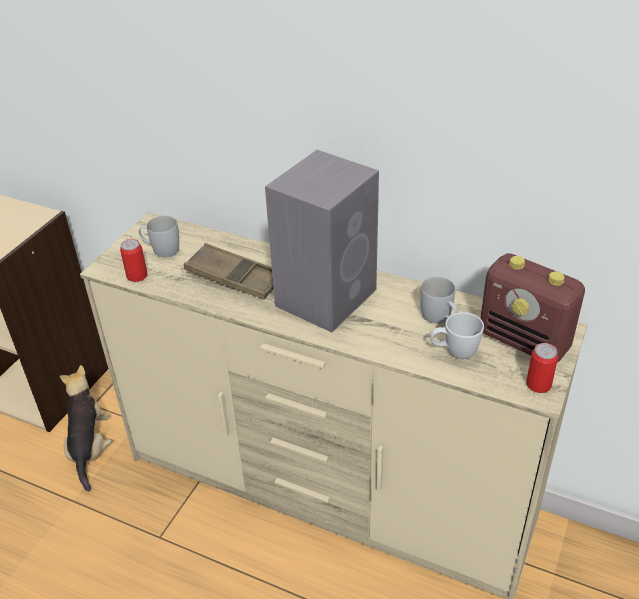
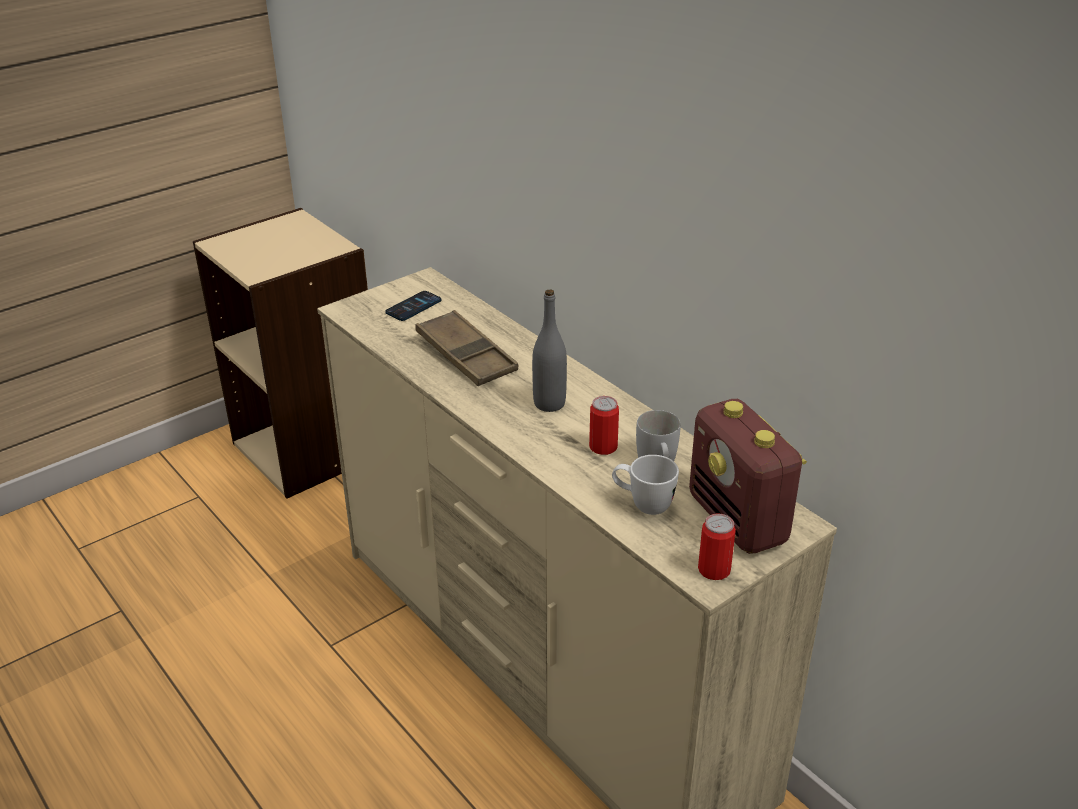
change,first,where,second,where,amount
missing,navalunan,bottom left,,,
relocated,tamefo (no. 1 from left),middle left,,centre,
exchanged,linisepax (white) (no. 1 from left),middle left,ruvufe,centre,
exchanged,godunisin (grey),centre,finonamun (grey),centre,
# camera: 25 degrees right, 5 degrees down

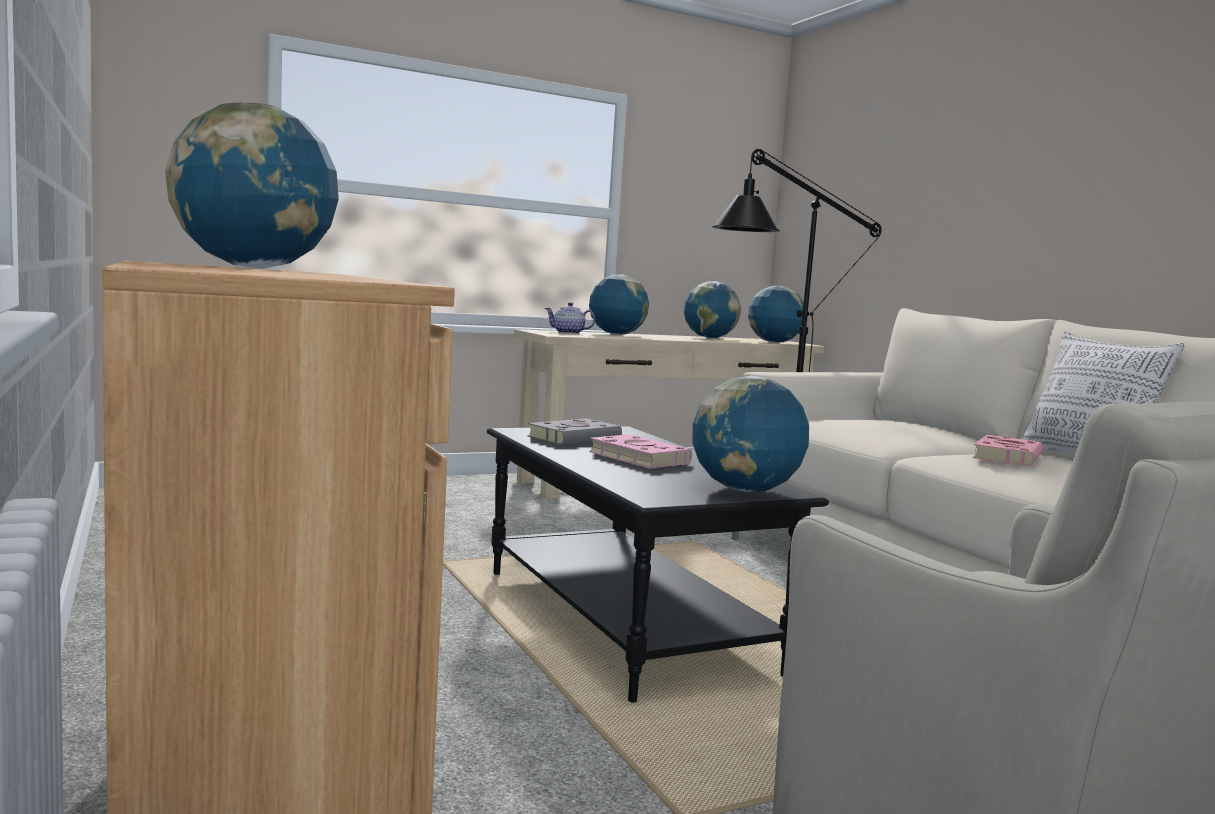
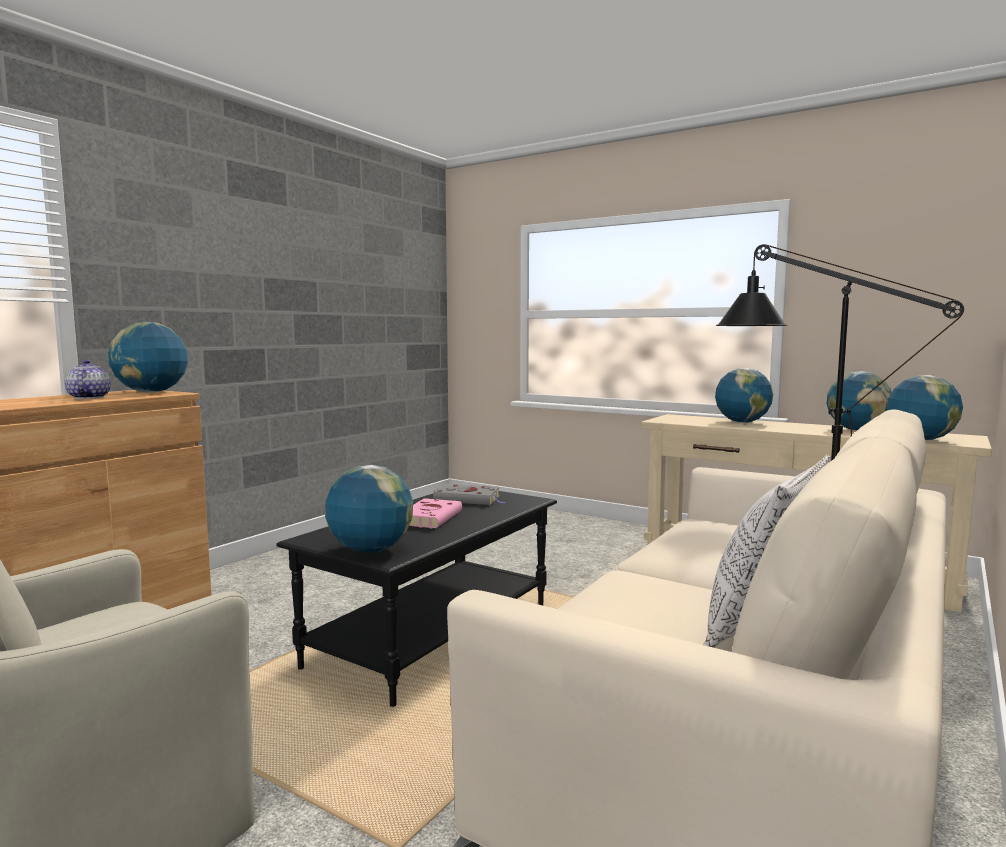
change,first,where,second,where,amount
relocated,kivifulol,centre,,middle left,
missing,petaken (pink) (no. 2 from left),middle right,,,
# camera: 60 degrees right, 0 degrees up

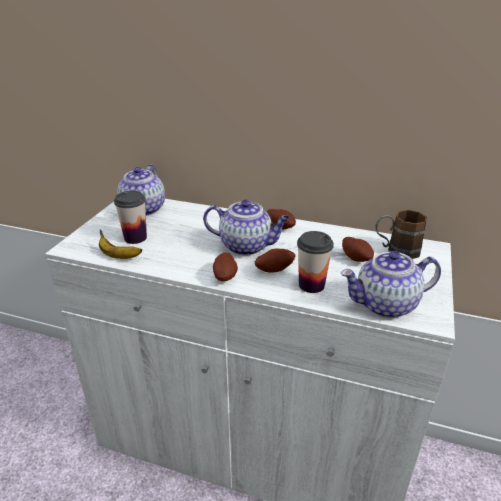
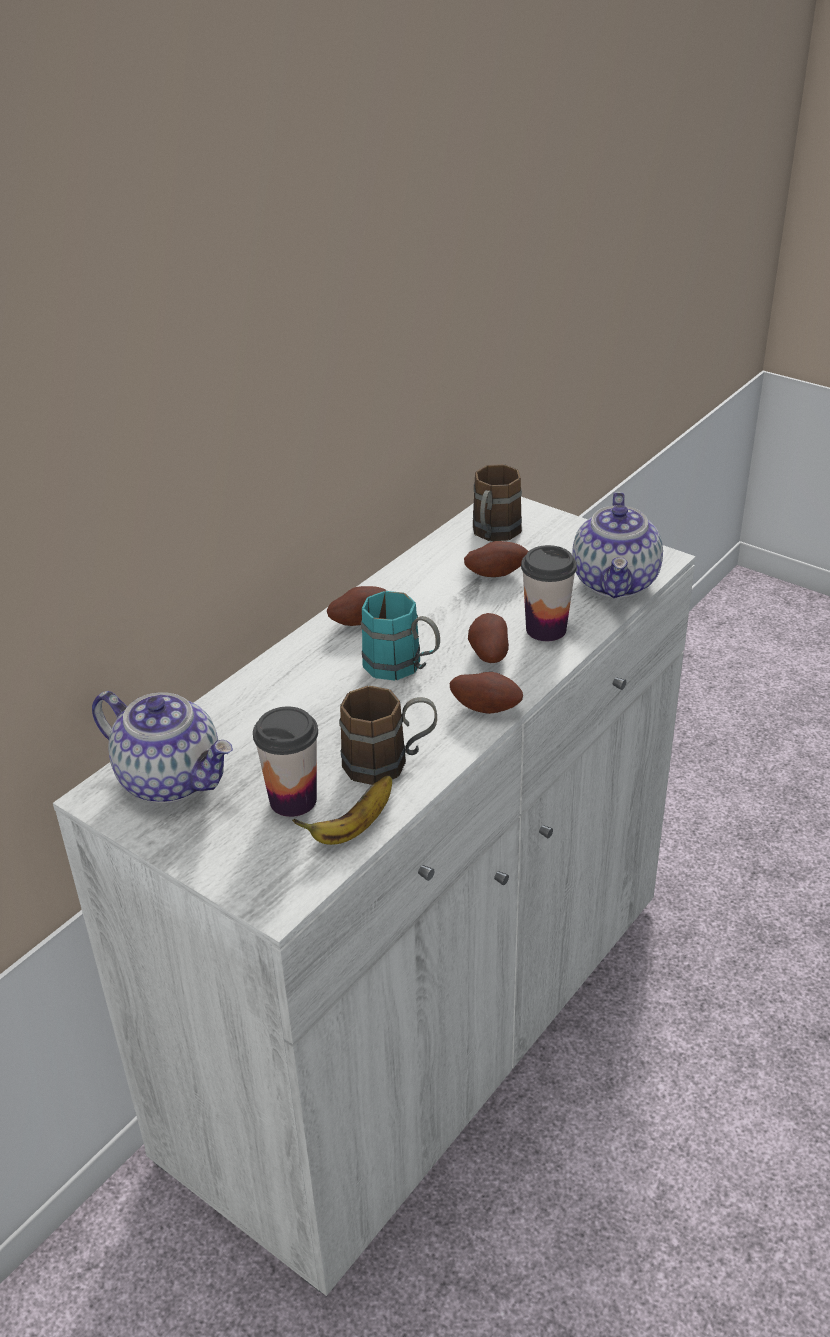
change,first,where,second,where,amount
exchanged,kivifulol (no. 2 from left),centre,linisepax (turquoise),centre,
appeared,,,linisepax (brown) (no. 1 from left),centre,
# camera: 70 degrees left, 5 degrees up

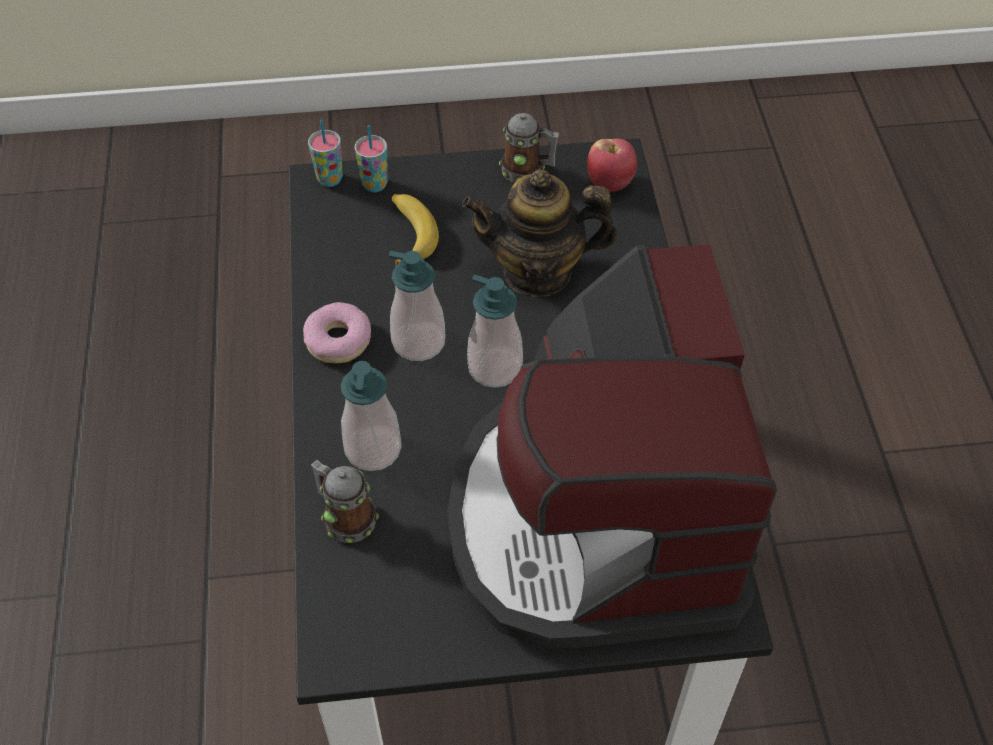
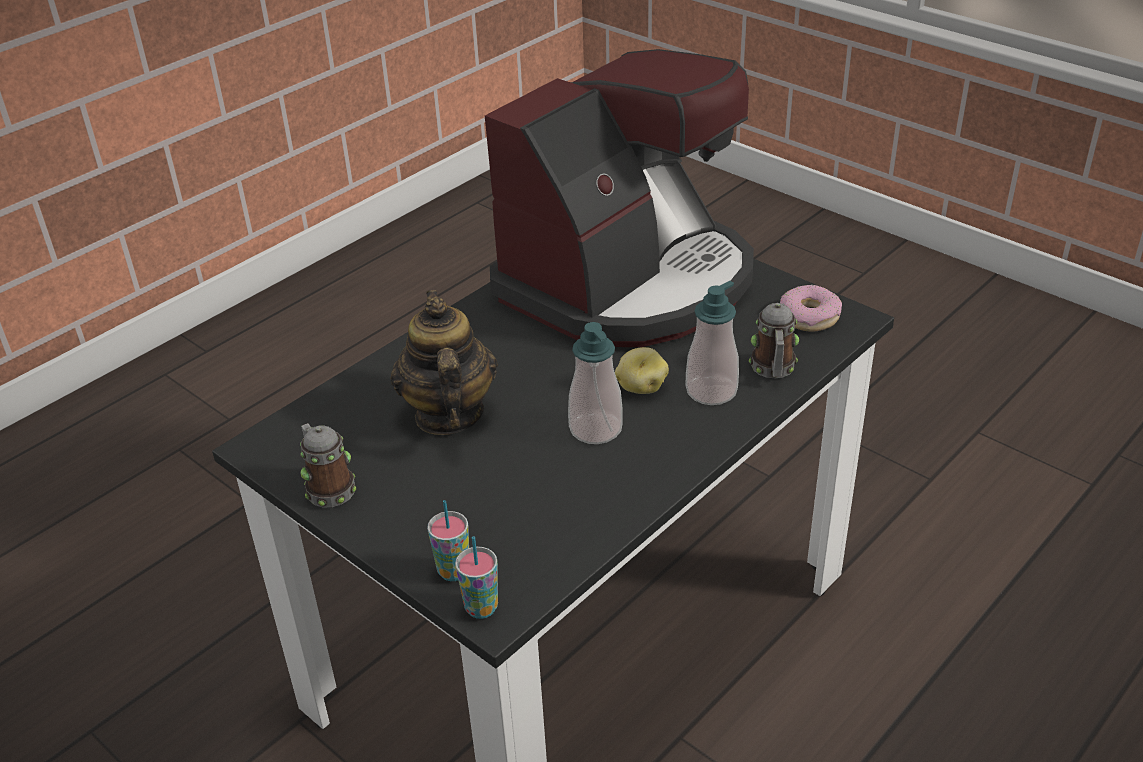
change,first,where,second,where,amount
relocated,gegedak,centre,,middle right,
missing,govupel,top centre,,,
spun,kivifulol,top centre,,centre,150 degrees counterclockwise
missing,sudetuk (no. 3 from left),centre,,,
missing,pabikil,top centre,,,
appeared,,,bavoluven,centre,
# camera: 130 degrees left, 15 degrees down

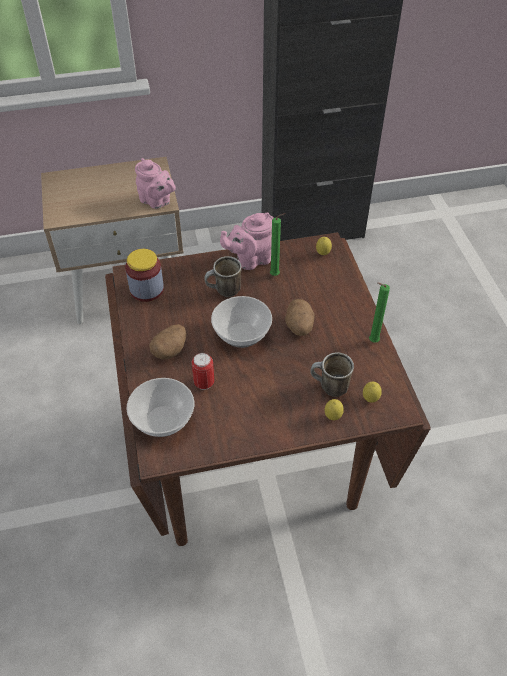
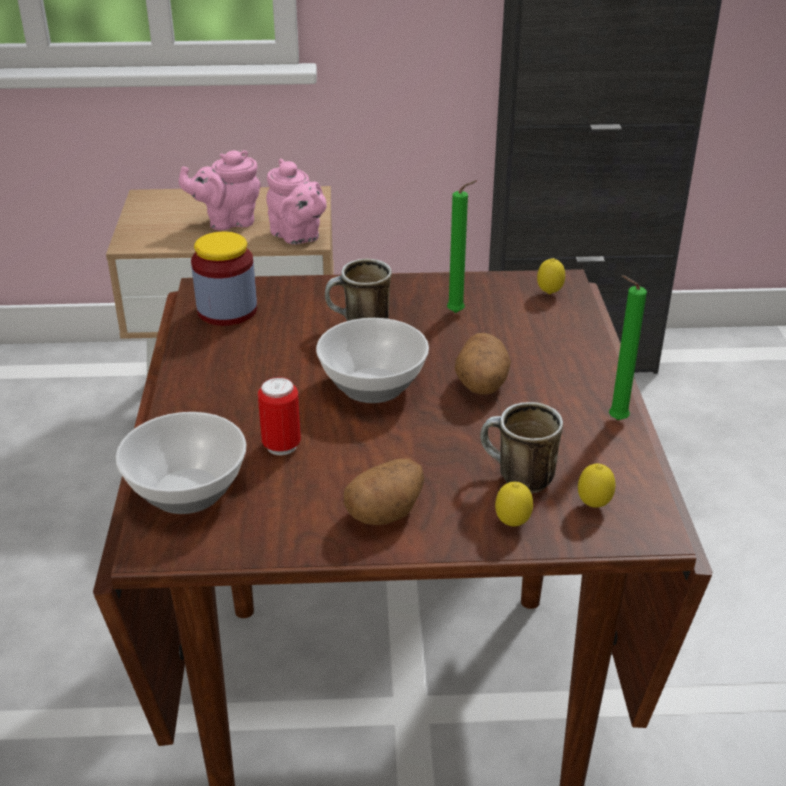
change,first,where,second,where,amount
relocated,bavoluven (no. 1 from left),middle left,,centre,
relocated,kivifulol (pink) (no. 2 from left in the first image),centre,kivifulol (pink) (no. 1 from left),top left,
# camera: 10 degrees right, 15 degrees down

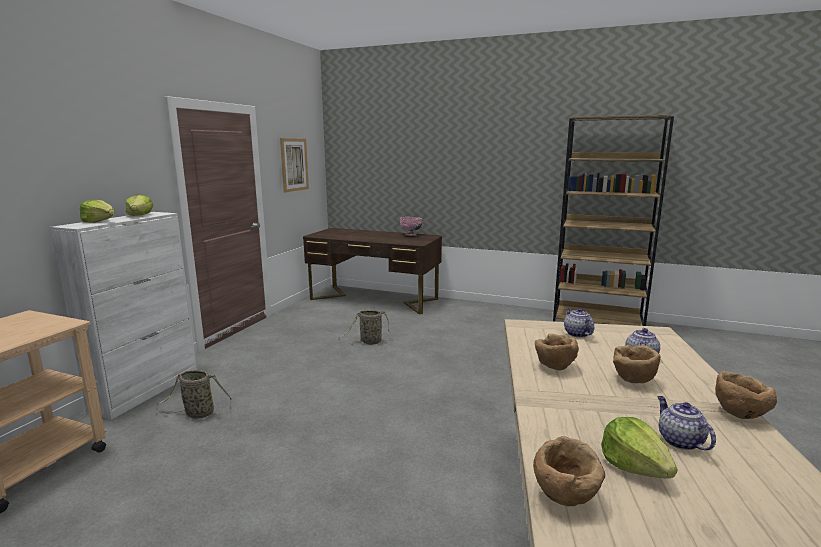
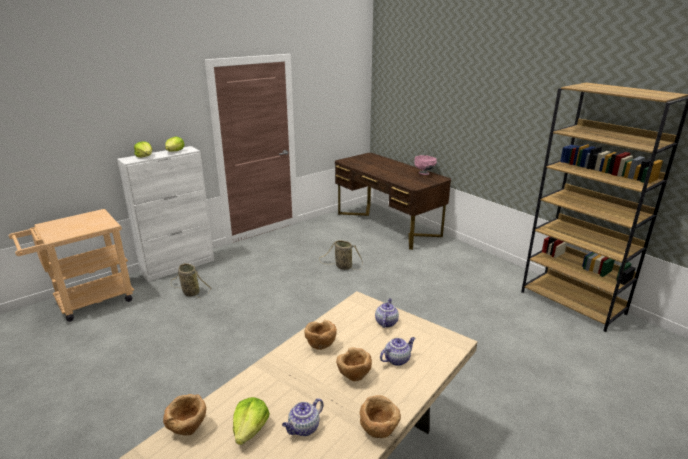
change,first,where,second,where,amount
missing,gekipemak,top centre,,,
spun,kivifulol (no. 3 from left in the first image),bottom right,kivifulol (no. 1 from left),bottom centre,150 degrees counterclockwise
# camera: 30 degrees right, 10 degrees up

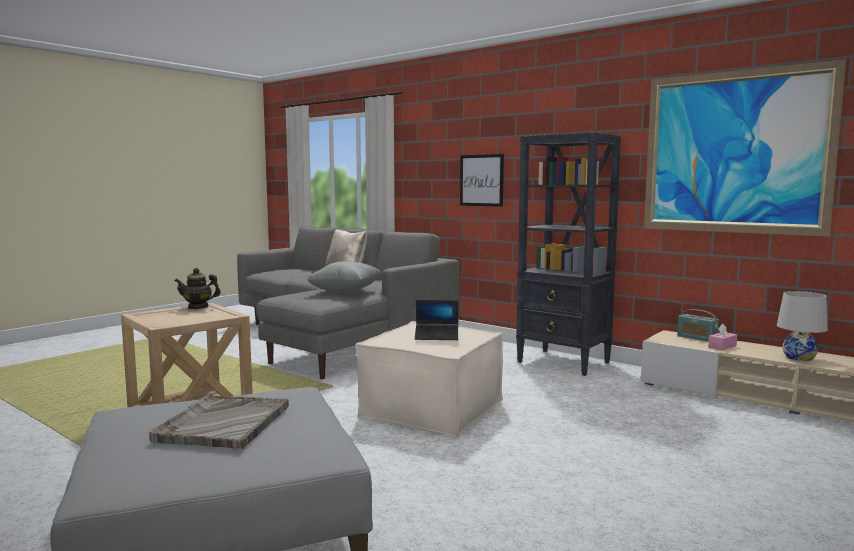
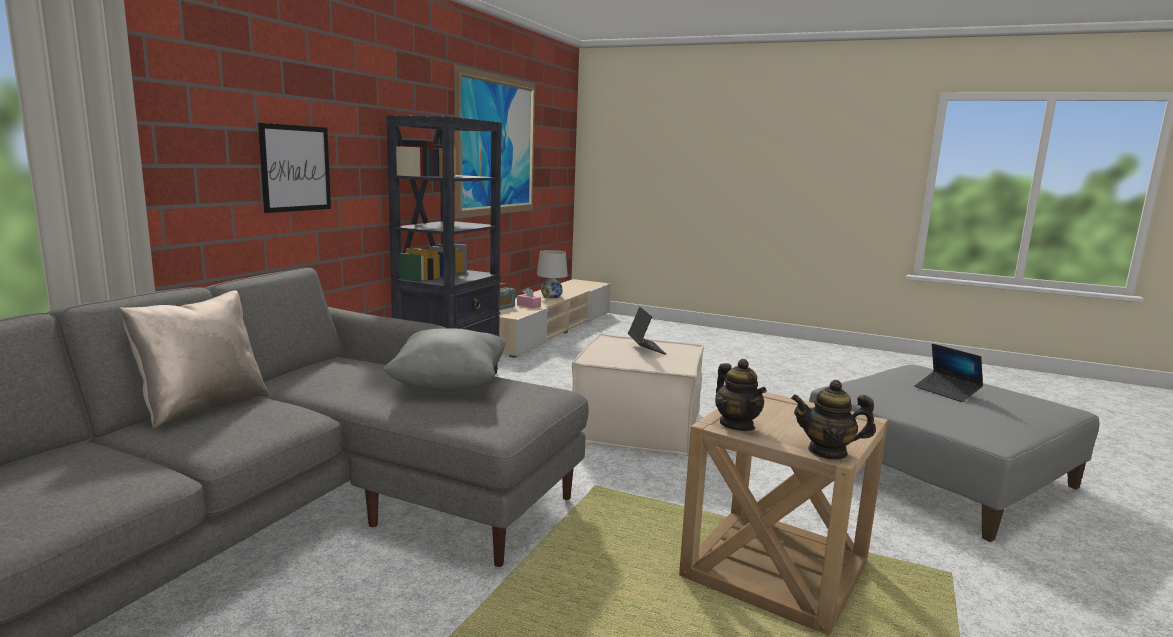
change,first,where,second,where,amount
exchanged,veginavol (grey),bottom left,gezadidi (no. 2 from left),middle right,
appeared,,,kivifulol (no. 2 from left),middle right,
# camera: 105 degrees left, 5 degrees up

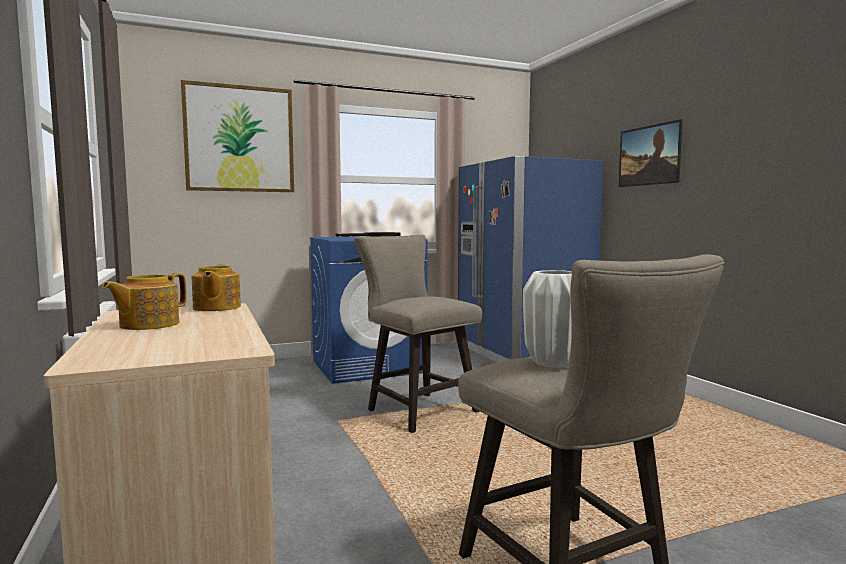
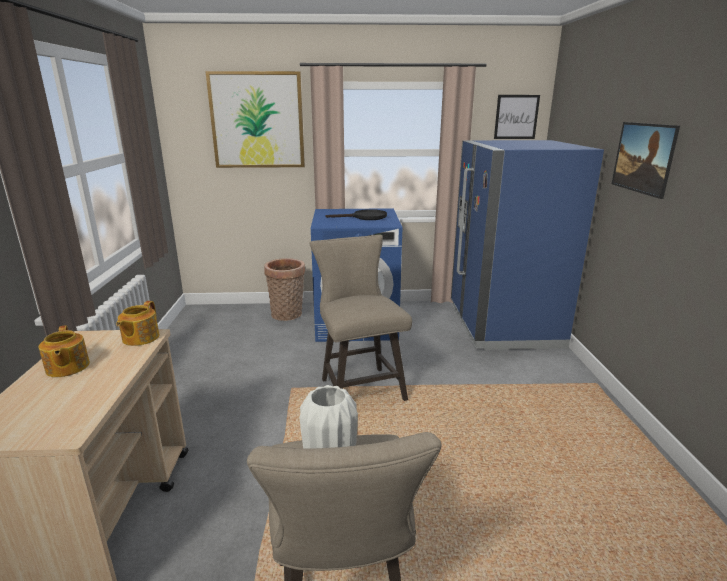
change,first,where,second,where,amount
spun,kivifulol (no. 1 from left),middle left,,middle left,75 degrees counterclockwise
appeared,,,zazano,centre,
appeared,,,gekipemak (no. 2 from left),top right,
# camera: 20 degrees right, 15 degrees up

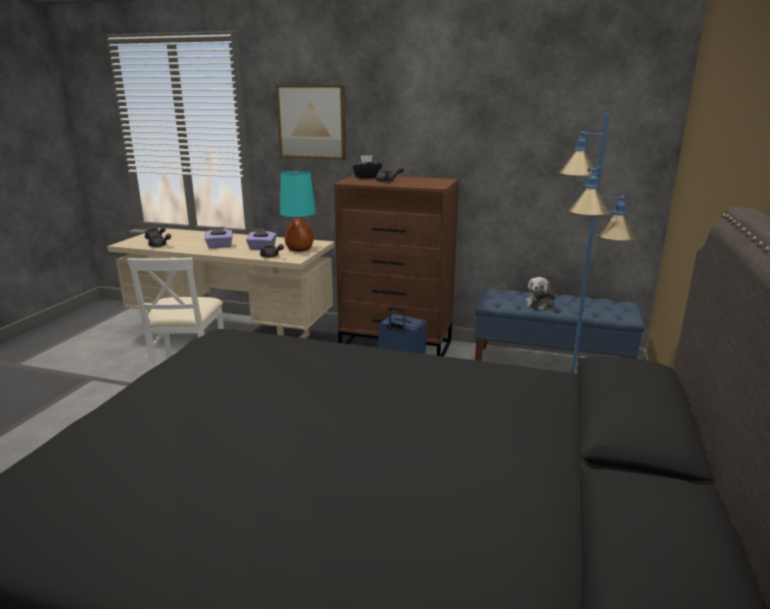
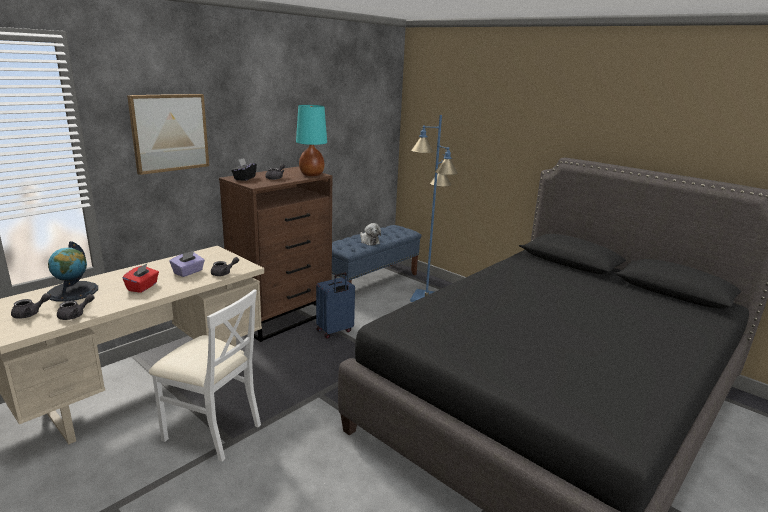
change,first,where,second,where,amount
colour,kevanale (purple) (no. 1 from left),middle left,kevanale (red),middle left,
relocated,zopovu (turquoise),centre,,top centre,
appeared,,,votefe,middle left,
# camera: 65 degrees left, 0 degrees up

